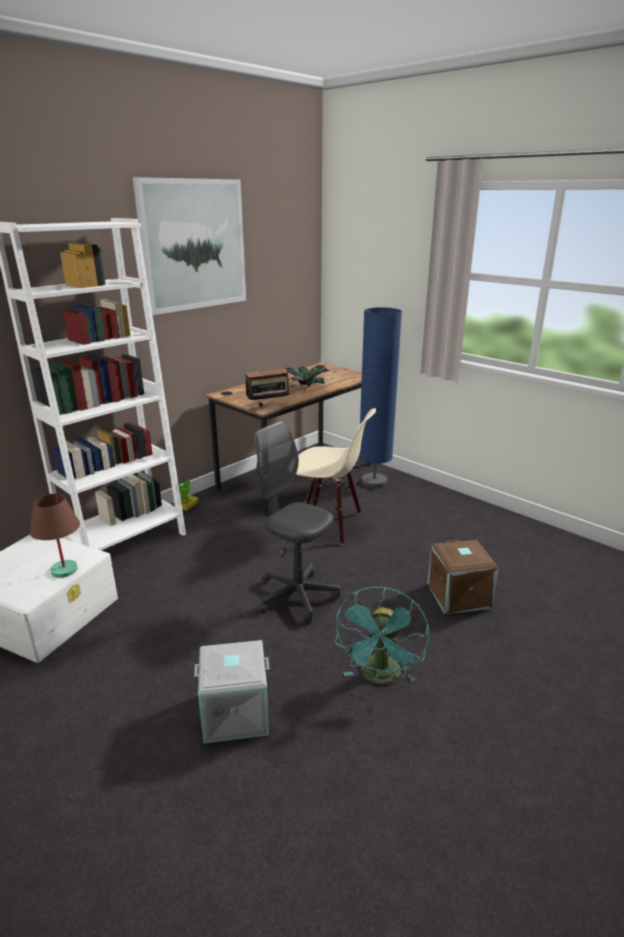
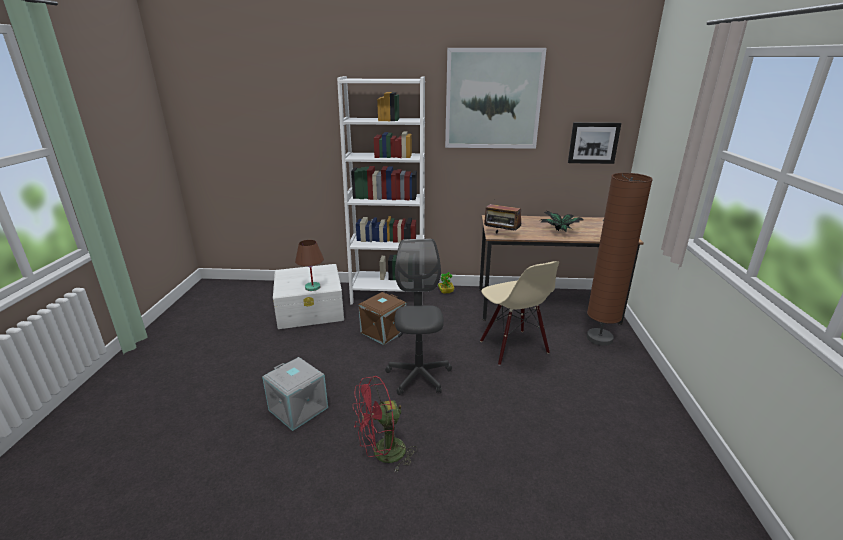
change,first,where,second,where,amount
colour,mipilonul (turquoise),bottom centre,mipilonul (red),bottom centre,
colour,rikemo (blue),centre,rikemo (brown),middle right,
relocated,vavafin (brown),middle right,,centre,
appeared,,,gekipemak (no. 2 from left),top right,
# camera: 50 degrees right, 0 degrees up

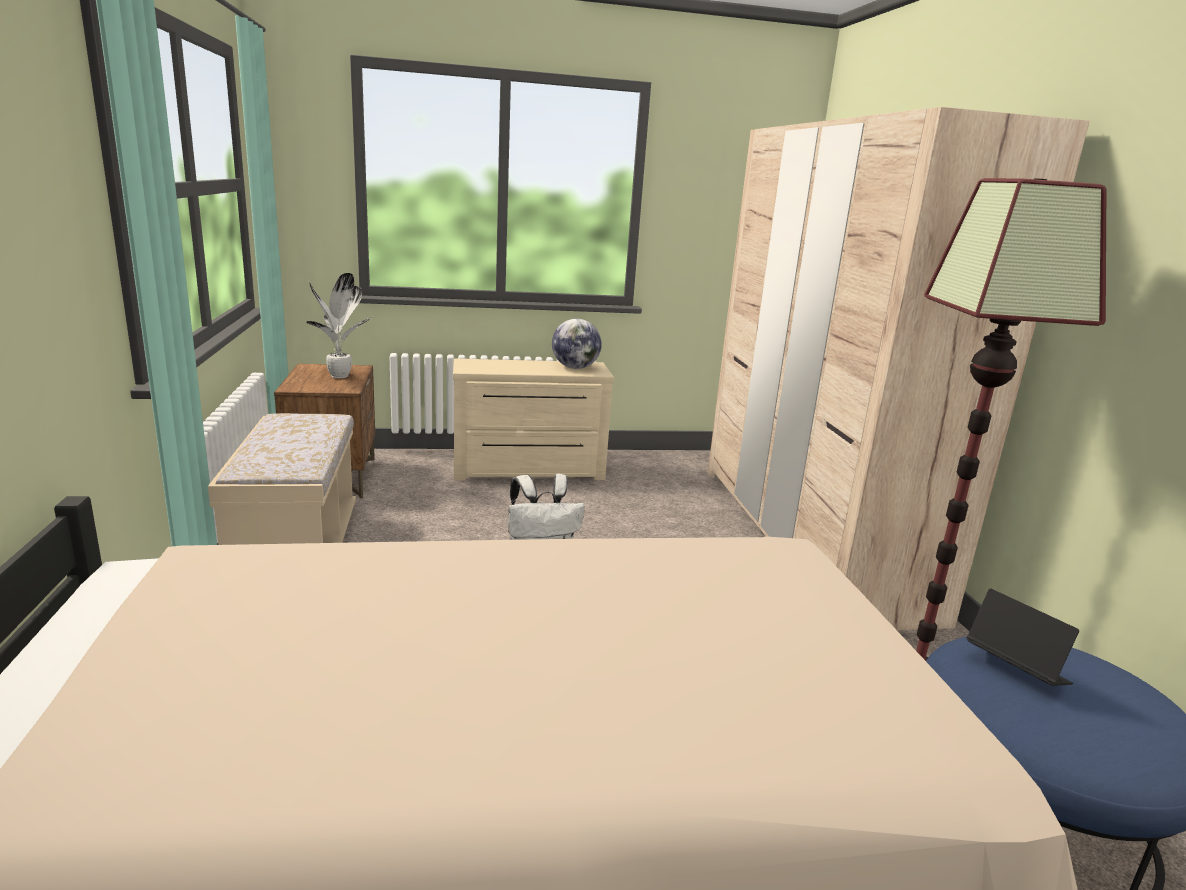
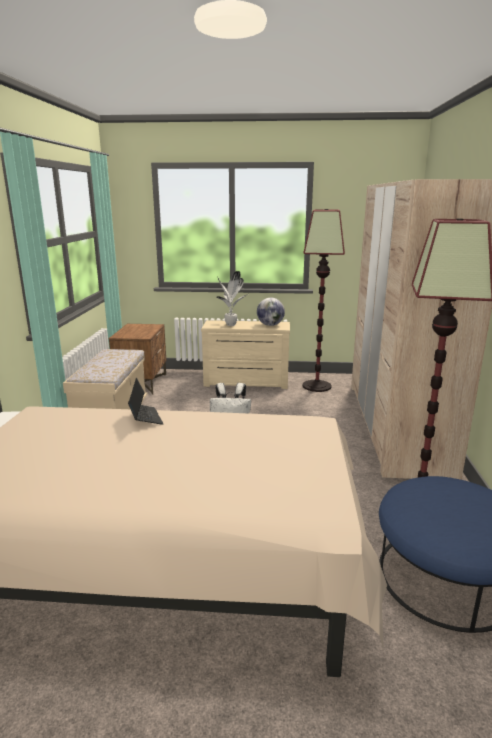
change,first,where,second,where,amount
relocated,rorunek,middle left,,centre,
relocated,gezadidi,bottom right,,middle left,
appeared,,,rikemo (no. 1 from left),centre,
# camera: 15 degrees right, 0 degrees up

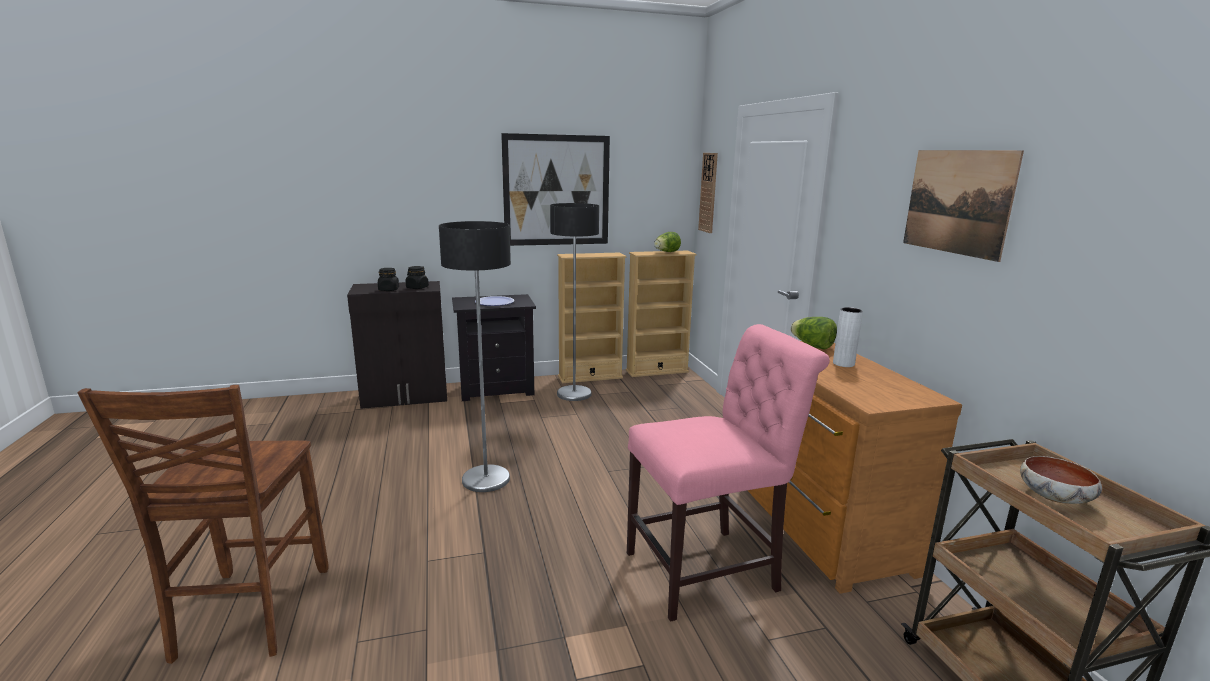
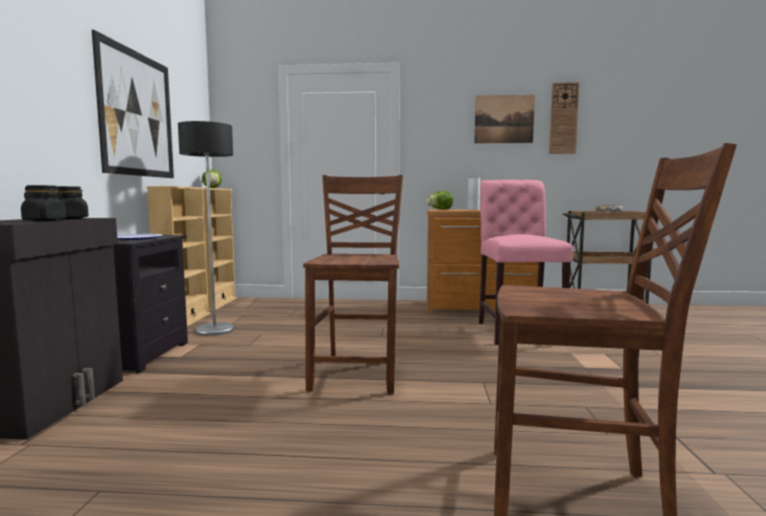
change,first,where,second,where,amount
exchanged,rikemo (no. 1 from left),centre,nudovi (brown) (no. 1 from left),centre,
relocated,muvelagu,top centre,,top right,
# camera: 70 degrees left, 10 degrees down

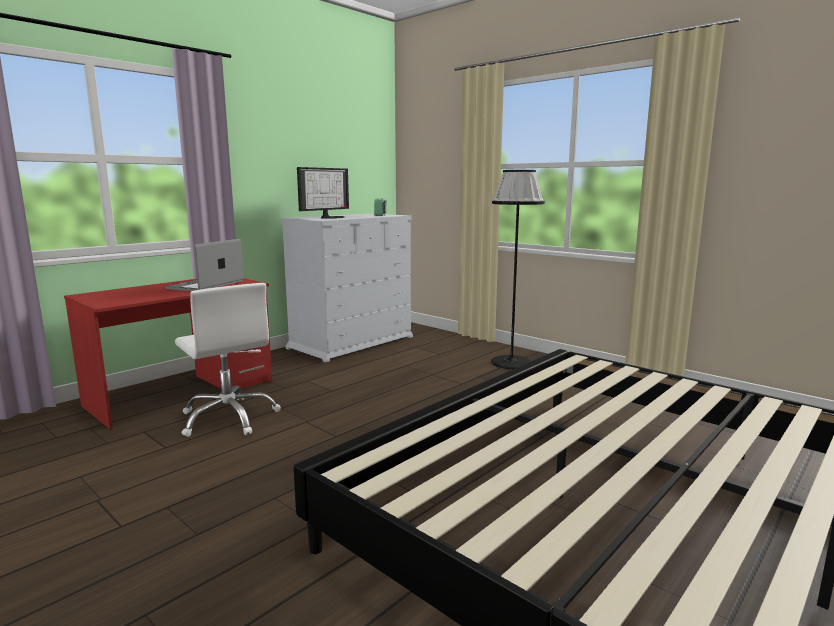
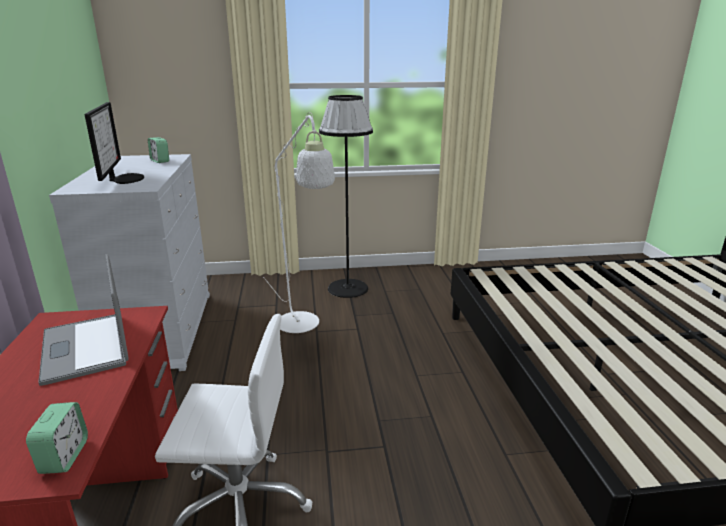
change,first,where,second,where,amount
appeared,,,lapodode (no. 1 from left),bottom left,
appeared,,,rikemo (white),centre,
# camera: 50 degrees left, 10 degrees up

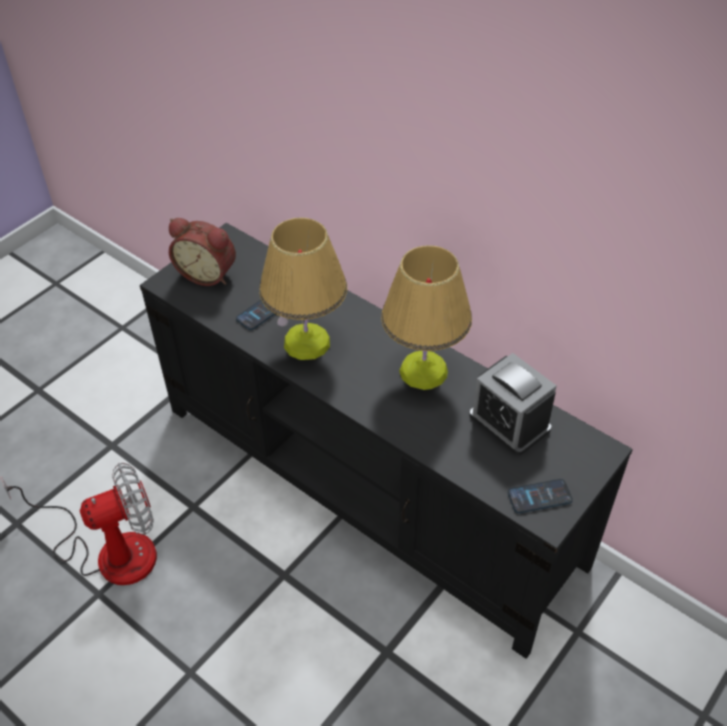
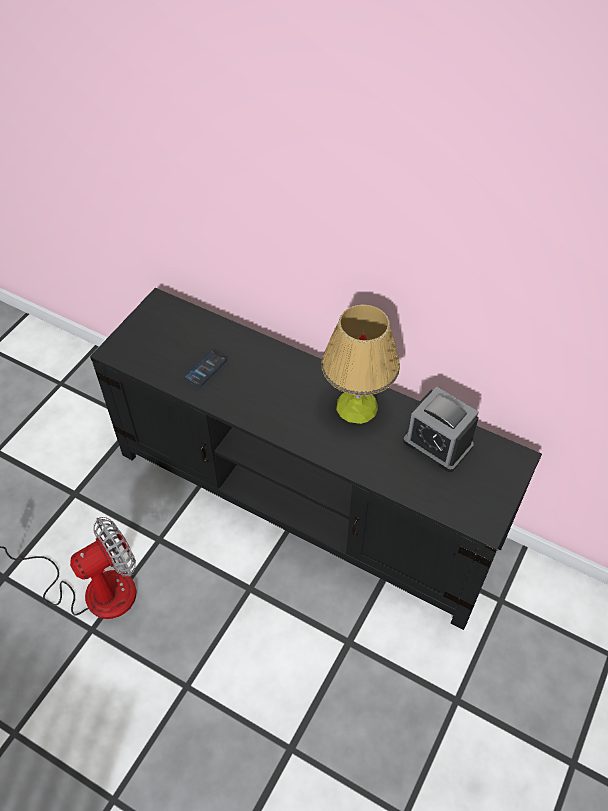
change,first,where,second,where,amount
missing,lapodode (no. 1 from left),middle left,,,
missing,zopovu (no. 1 from left),centre,,,
missing,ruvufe (no. 2 from left),bottom right,,,
# camera: 10 degrees left, 5 degrees up

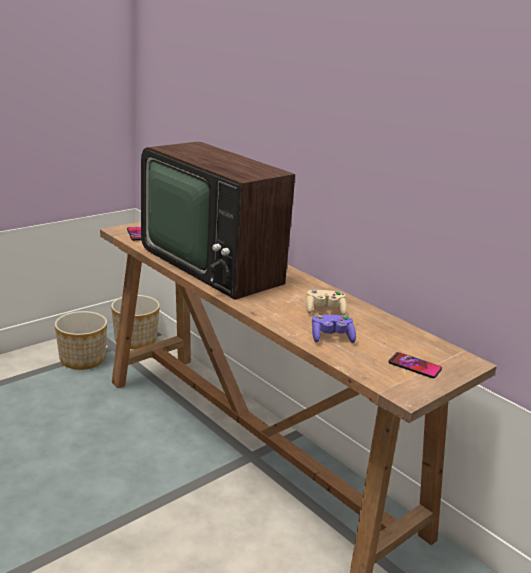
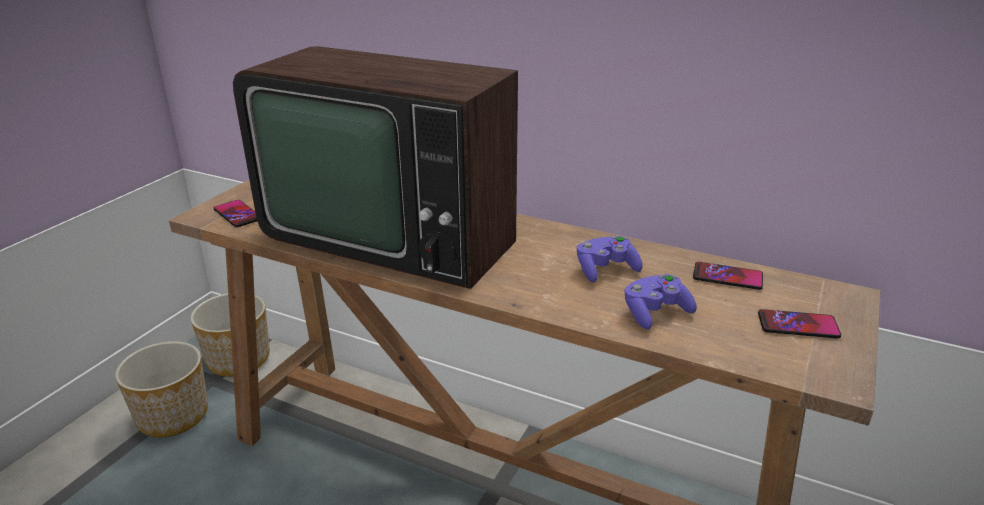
change,first,where,second,where,amount
colour,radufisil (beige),centre,radufisil (purple) (no. 1 from left),centre,
appeared,,,ruvufe (no. 2 from left),middle right,
# camera: 20 degrees left, 5 degrees up

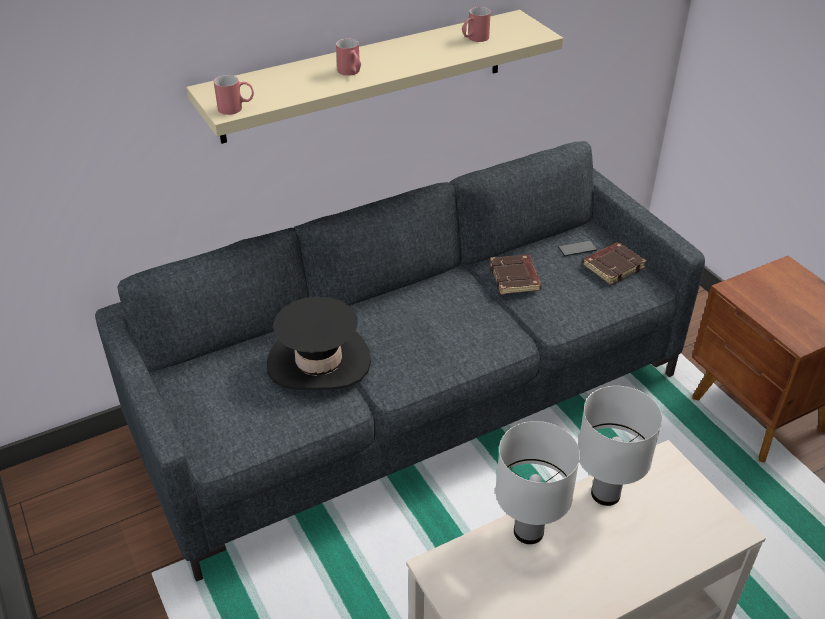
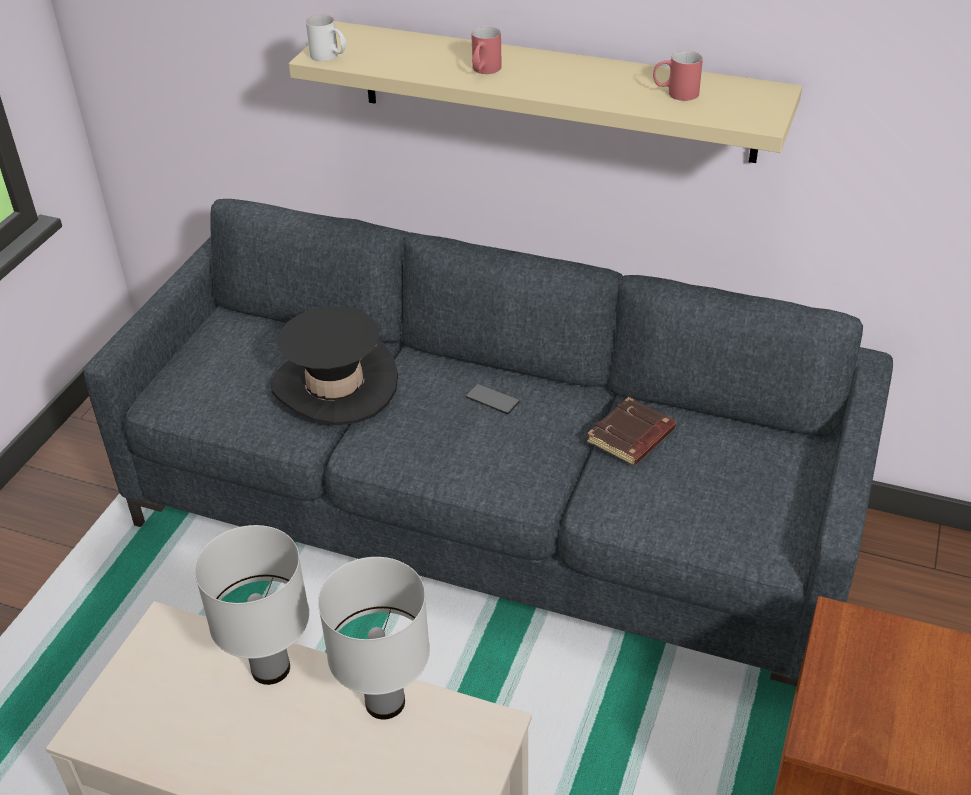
change,first,where,second,where,amount
colour,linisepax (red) (no. 1 from left),top left,linisepax (white),top centre,
relocated,ruvufe,middle right,,centre,
missing,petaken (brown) (no. 2 from left),middle right,,,
# camera: 50 degrees right, 0 degrees up

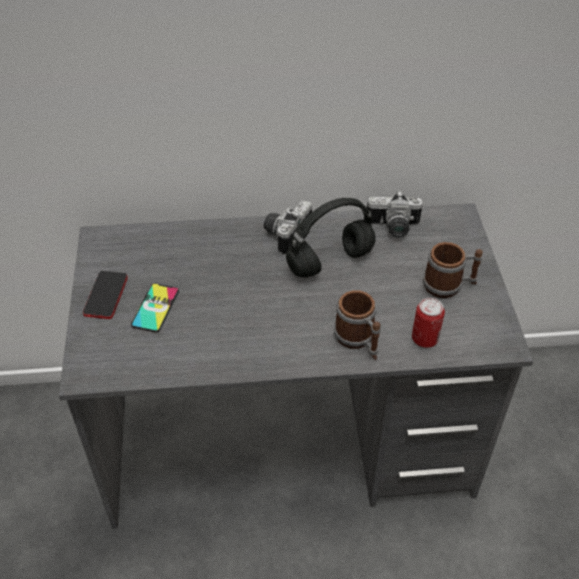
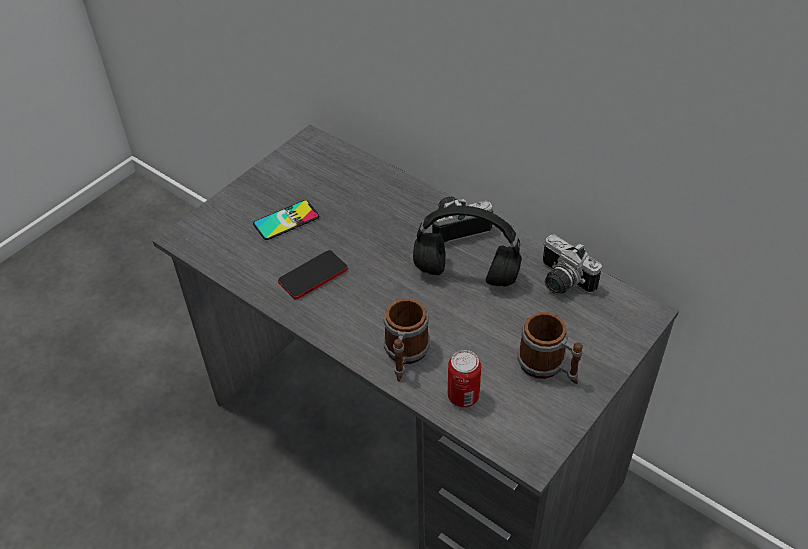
change,first,where,second,where,amount
relocated,ruvufe (no. 1 from left in the first image),middle left,ruvufe (no. 2 from left),centre,
# camera: 45 degrees right, 0 degrees up

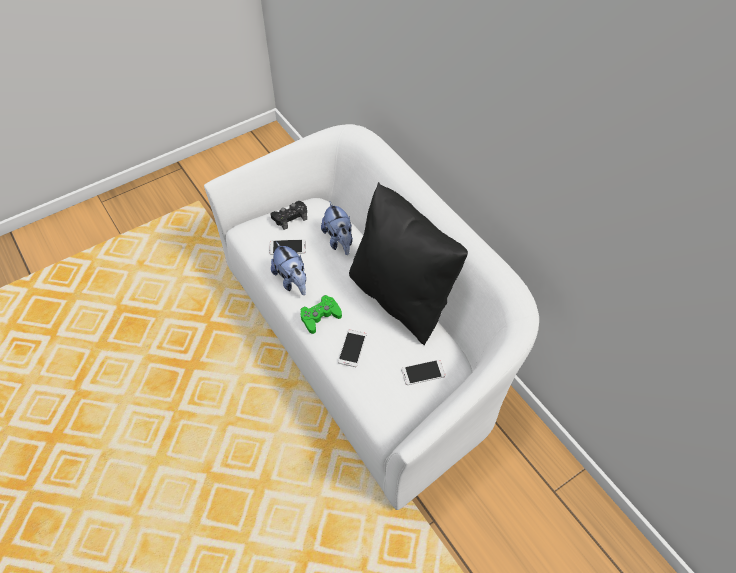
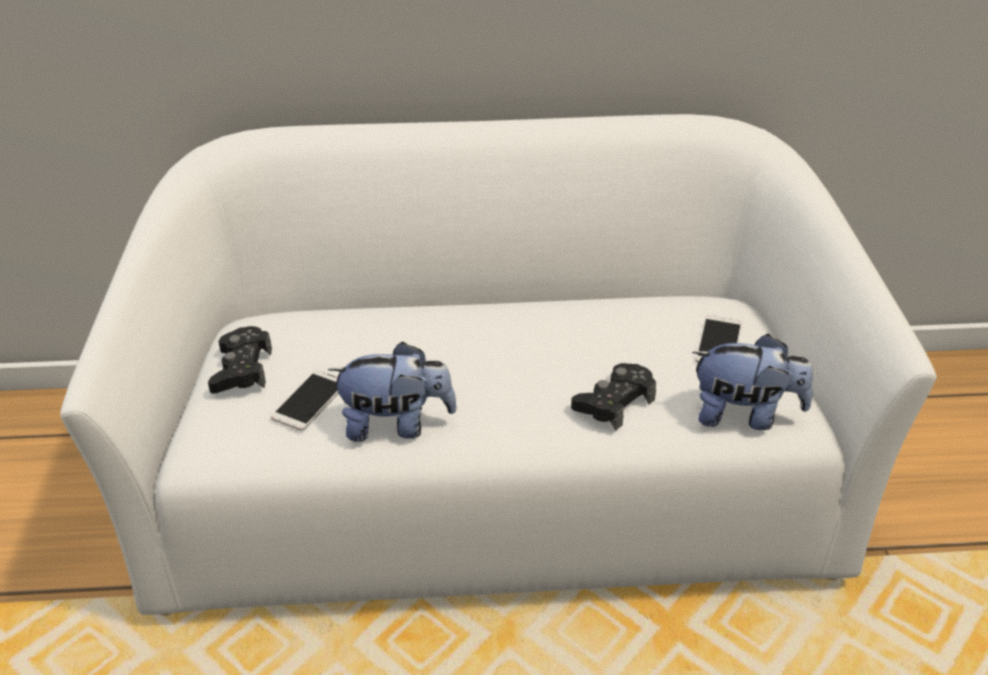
change,first,where,second,where,amount
missing,radufisil (green),centre,,,
relocated,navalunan (no. 2 from left),centre,,middle right,
exchanged,ruvufe (no. 2 from left),centre,radufisil (black) (no. 2 from left),centre,
missing,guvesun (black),centre,,,
# camera: 60 degrees left, 15 degrees down

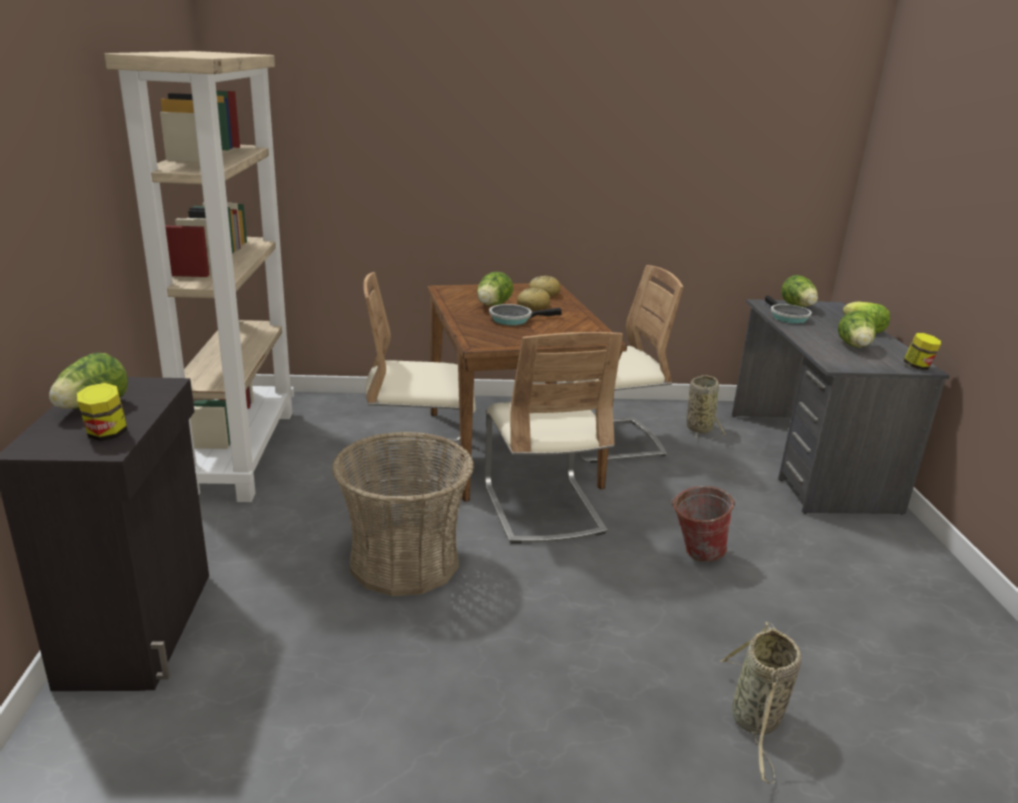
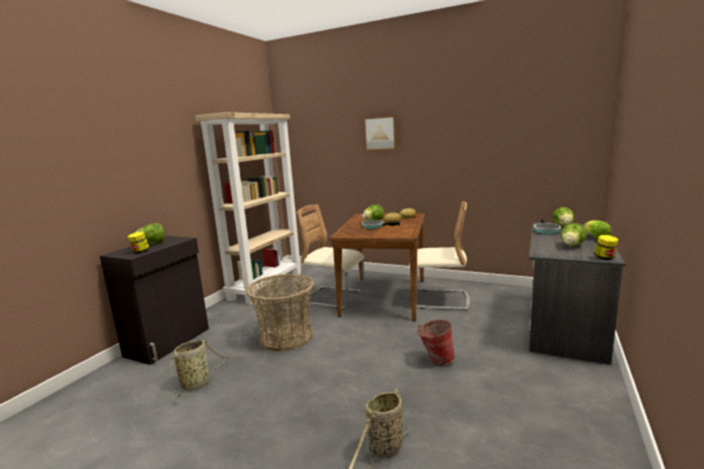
change,first,where,second,where,amount
missing,nudovi (beige) (no. 2 from left),centre,,,
relocated,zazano (no. 2 from left in the first image),middle right,zazano (no. 1 from left),bottom left,
appeared,,,gekipemak,top centre,
# camera: 30 degrees right, 10 degrees down

